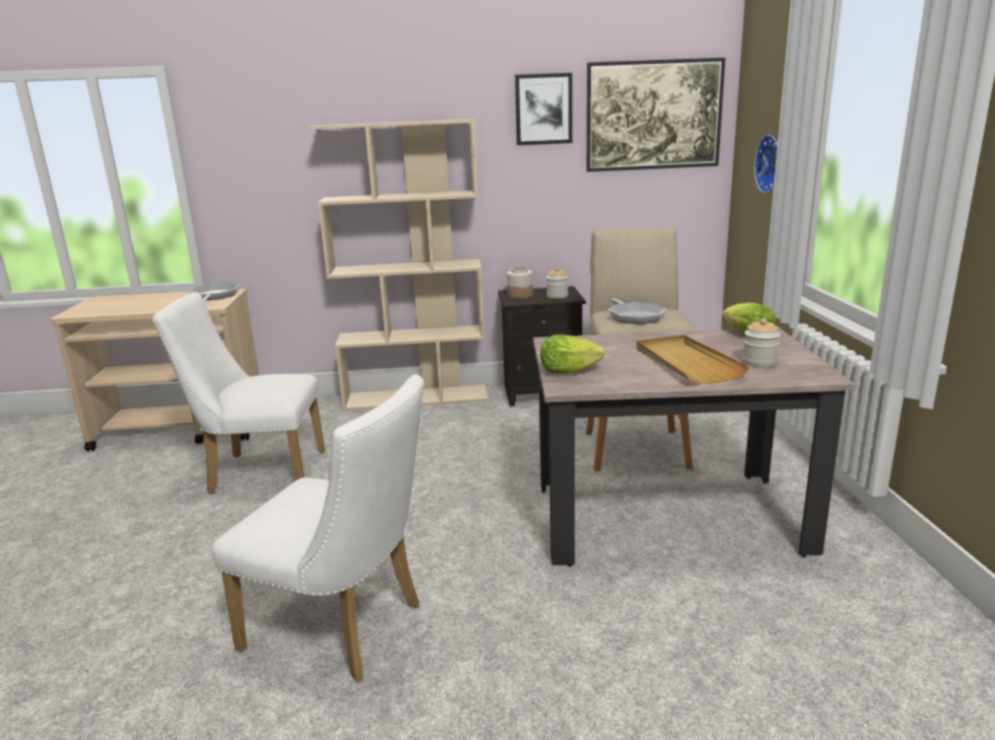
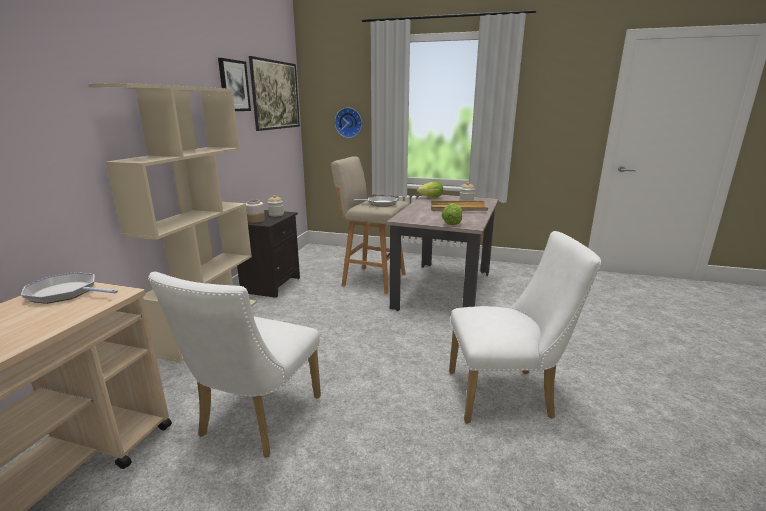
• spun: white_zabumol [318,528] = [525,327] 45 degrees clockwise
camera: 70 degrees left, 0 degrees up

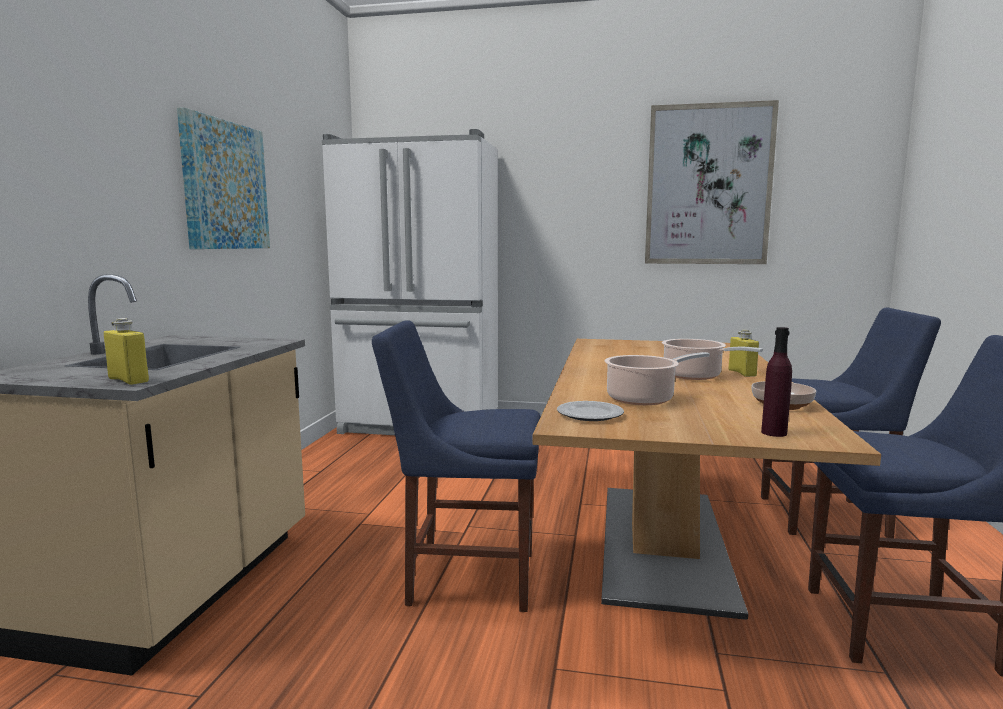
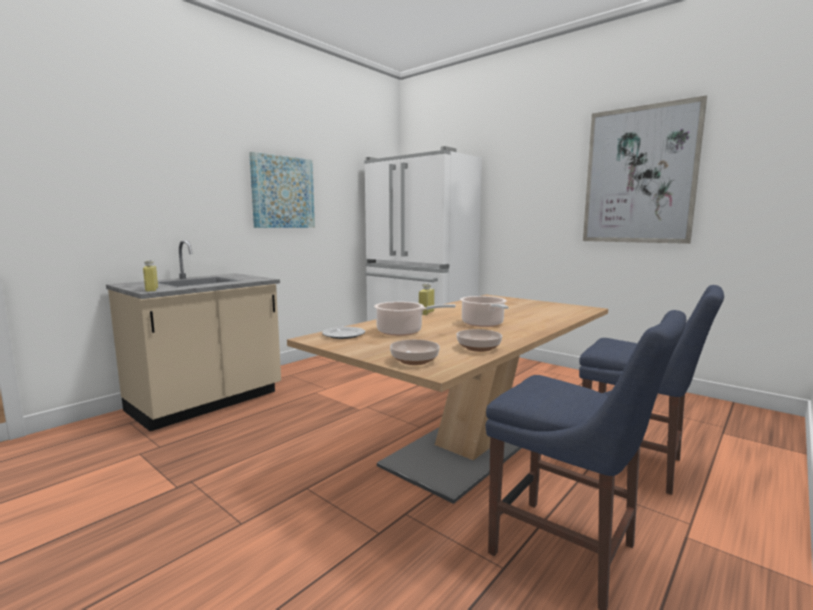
• exchanged: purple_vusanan [776,382] to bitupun [415,352]
• relocated: yellow_vusanan [744,353] to [426,299]
• missing: blue_zabumol [456,466]
camera: 30 degrees right, 0 degrees up

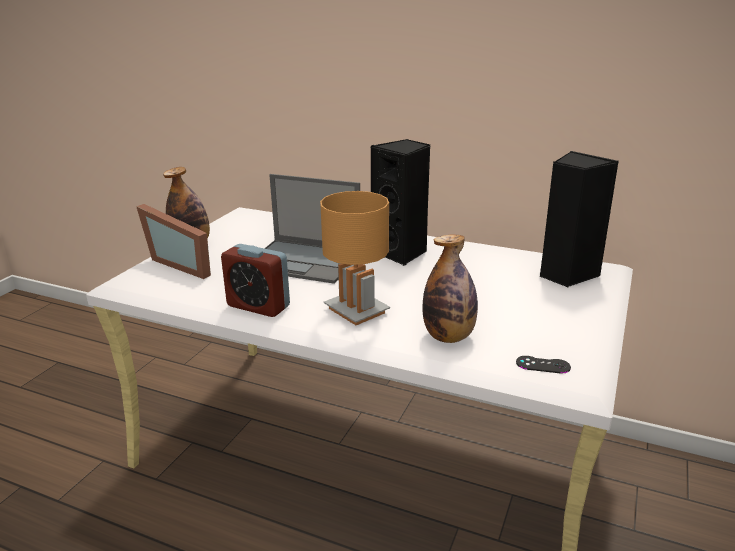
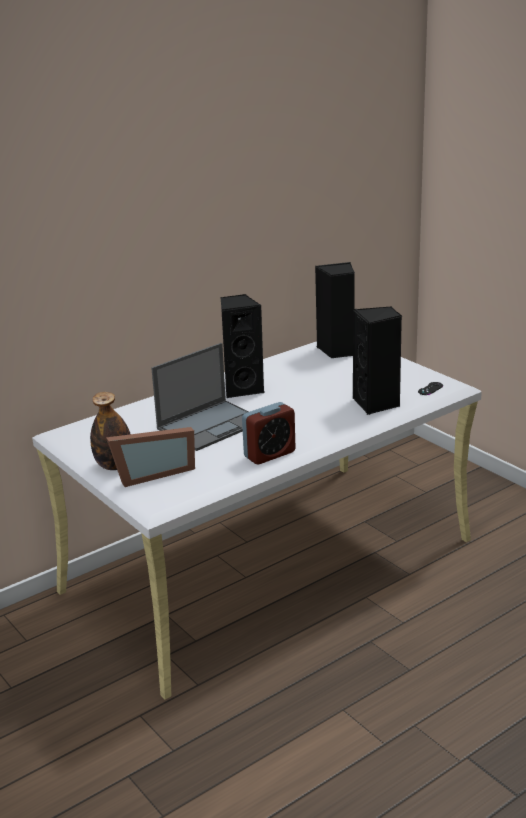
• exchanged: vusanan [450,289] to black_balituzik [377,360]
• missing: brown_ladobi [355,258]
camera: 60 degrees left, 0 degrees up

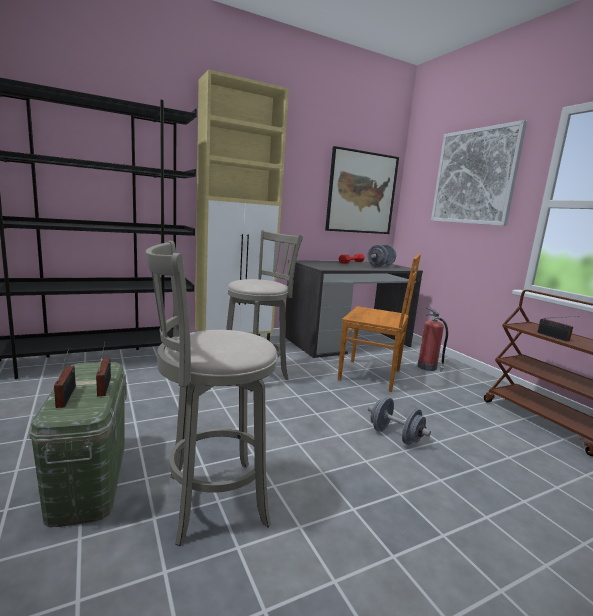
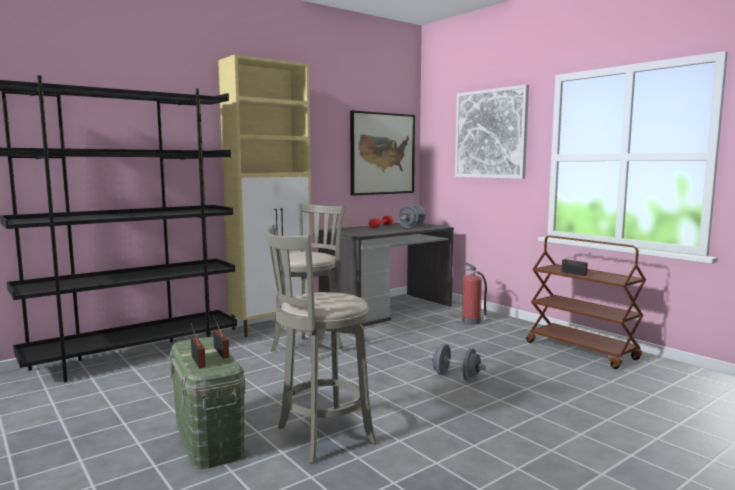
• missing: brown_zabumol [379,323]
camera: 10 degrees left, 5 degrees down

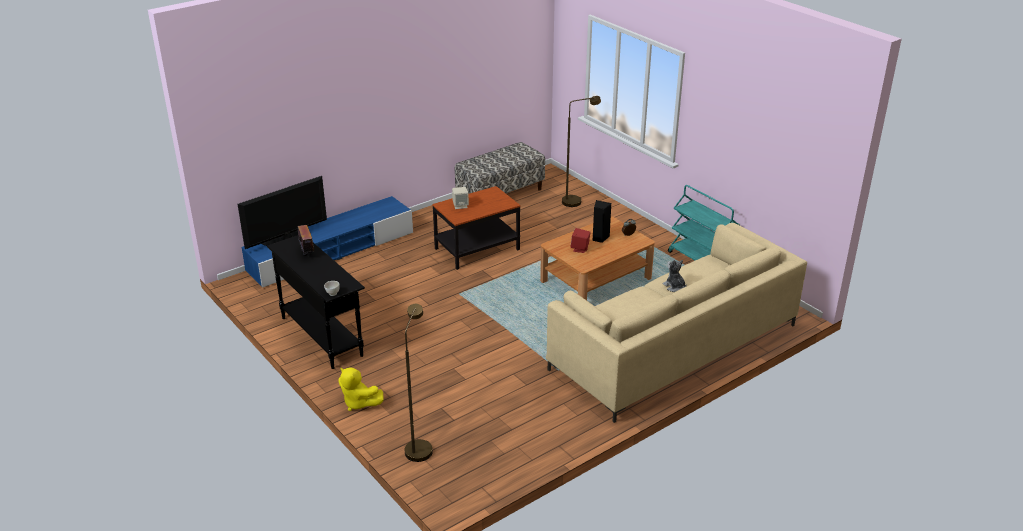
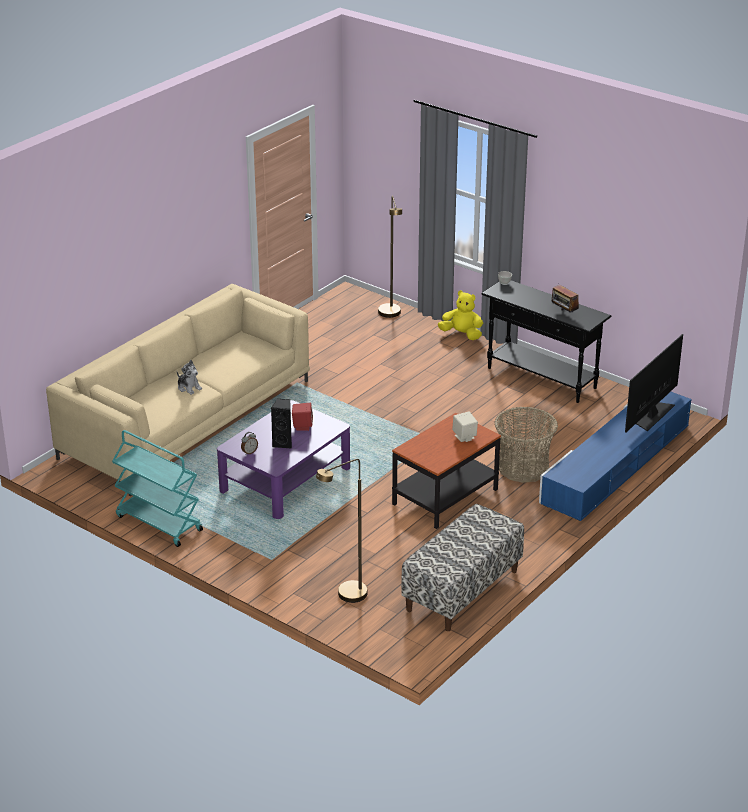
• colour: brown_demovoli [597,258] to purple_demovoli [283,459]
• appeared: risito [526,445]
camera: 165 degrees right, 0 degrees up

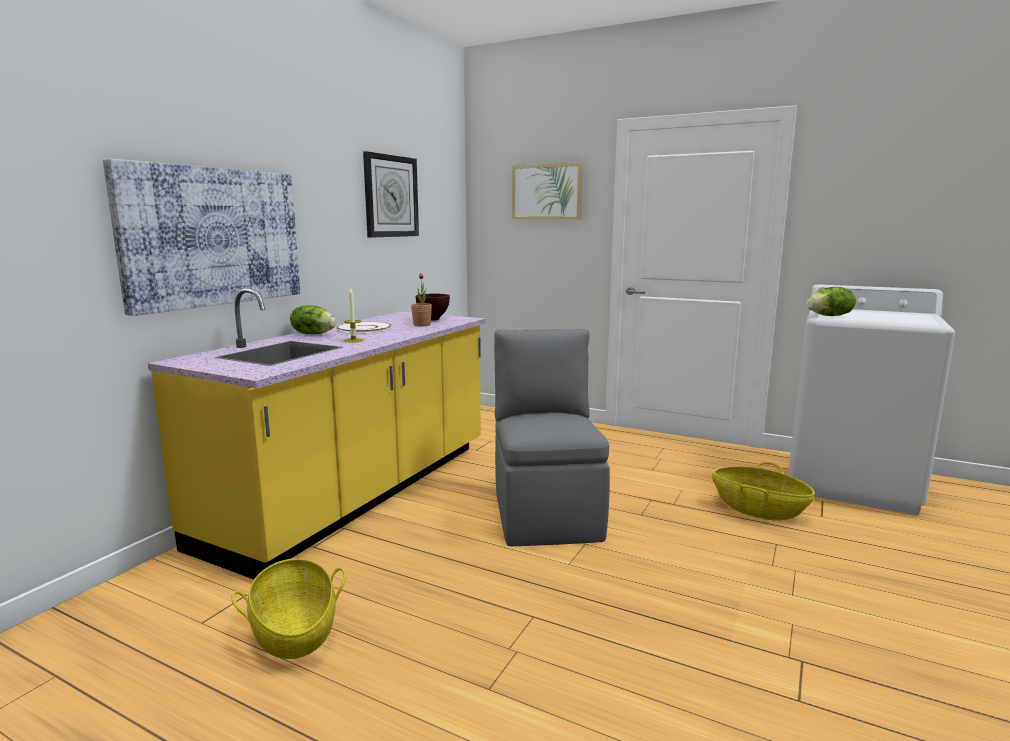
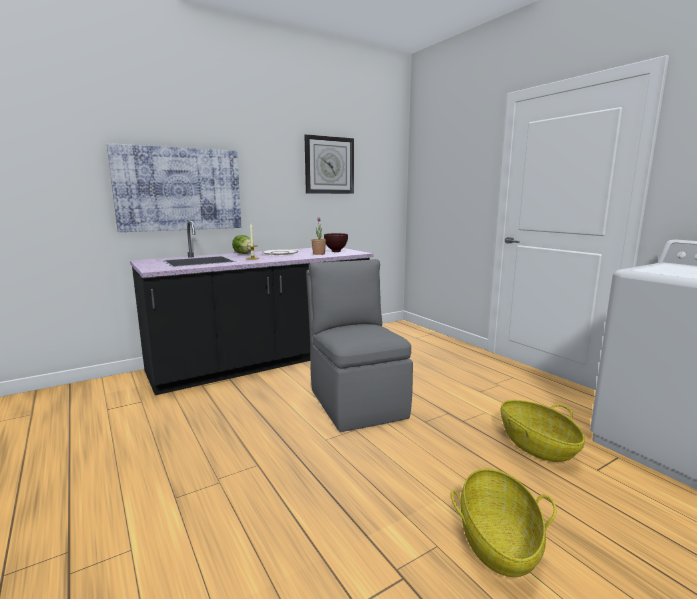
• colour: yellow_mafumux [317,433] to black_mafumux [251,308]
• spun: grey_zabumol [552,437] = [359,345] 45 degrees counterclockwise
• relocated: risito [288,608] to [503,522]
• missing: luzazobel [547,191]
• missing: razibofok [831,301]
camera: 30 degrees right, 0 degrees up

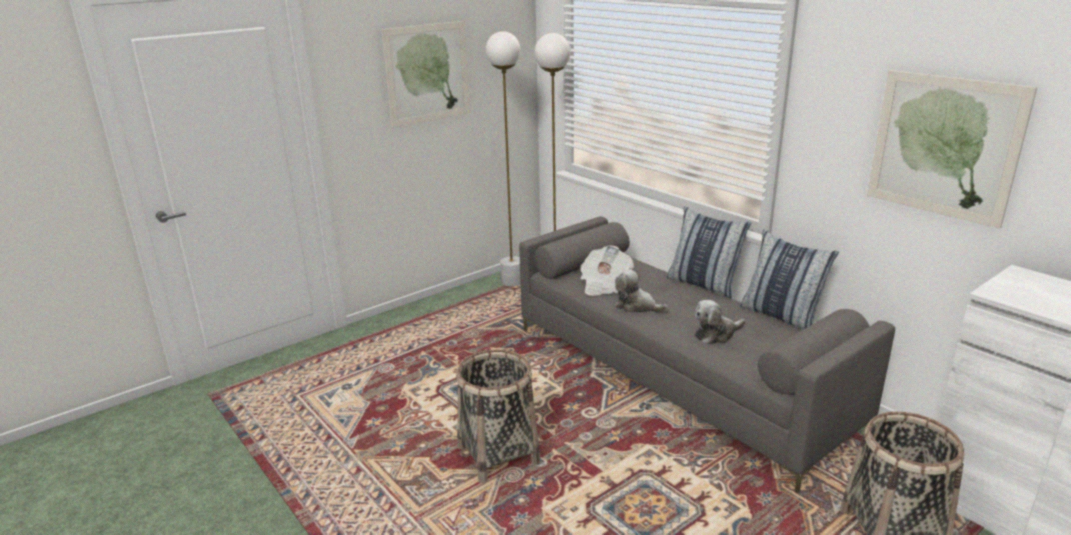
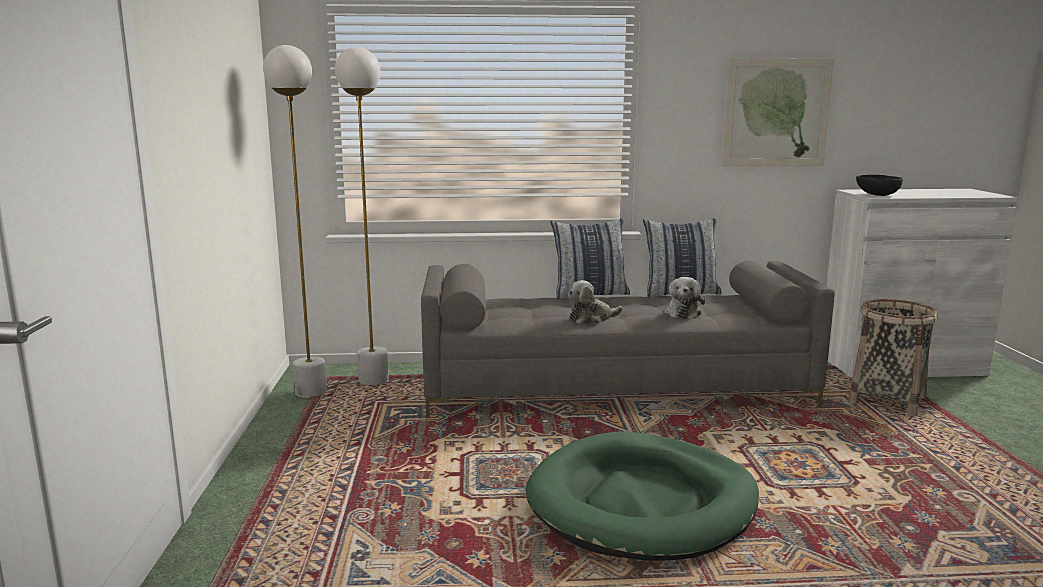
• exchanged: risito [498,416] to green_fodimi [642,496]
• appeared: black_bitupun [879,185]
• missing: luzazobel [426,74]
• missing: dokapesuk [607,270]
camera: 55 degrees left, 10 degrees down

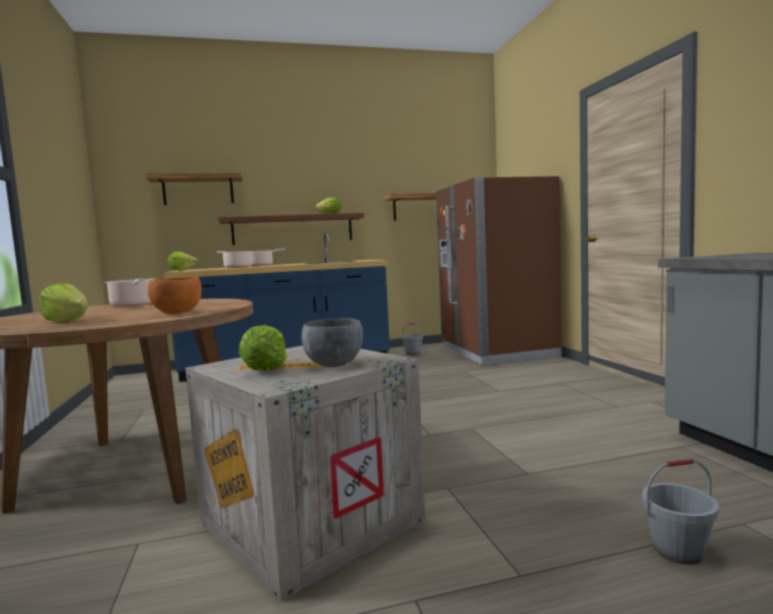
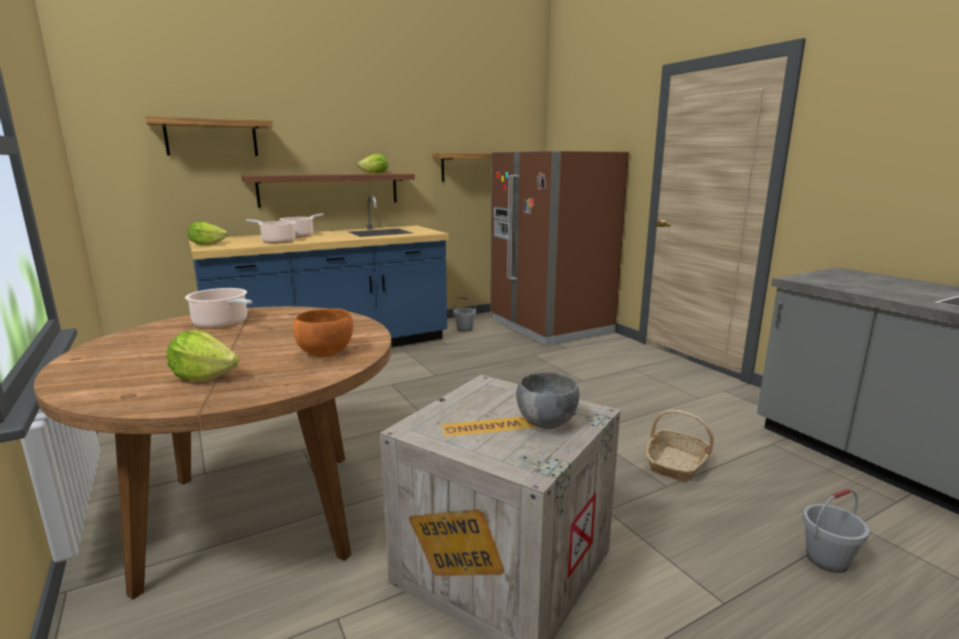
• appeared: risito [679,446]
• missing: razibofok [263,348]
camera: 15 degrees left, 10 degrees up

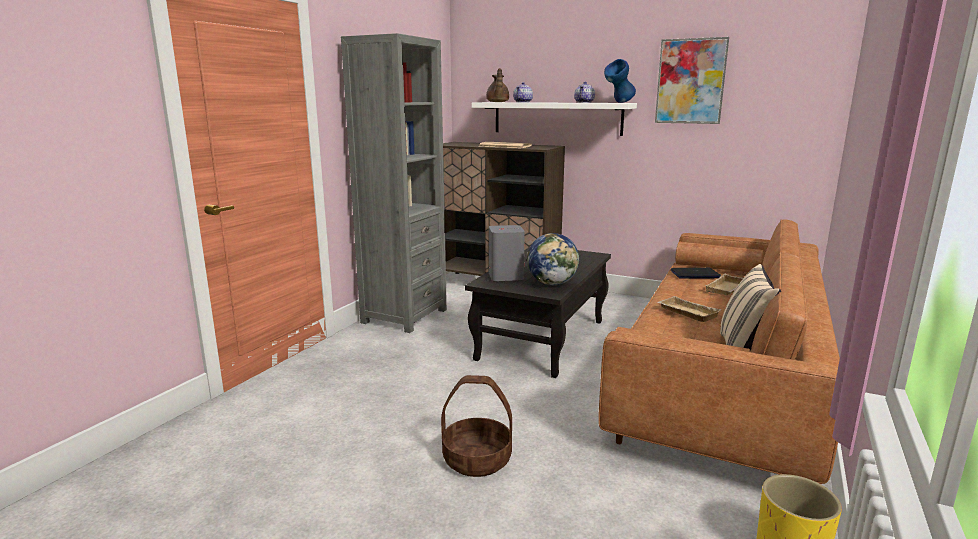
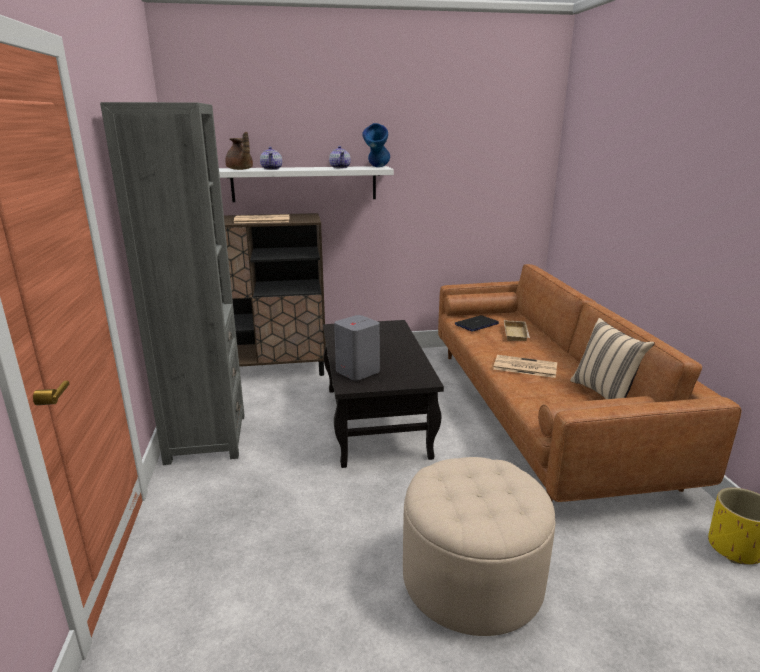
• exchanged: risito [476,426] to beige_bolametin [479,546]
• exchanged: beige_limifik [689,309] to dokapesuk [525,366]
• missing: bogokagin [553,259]
• missing: luzazobel [692,80]
camera: 35 degrees left, 5 degrees up

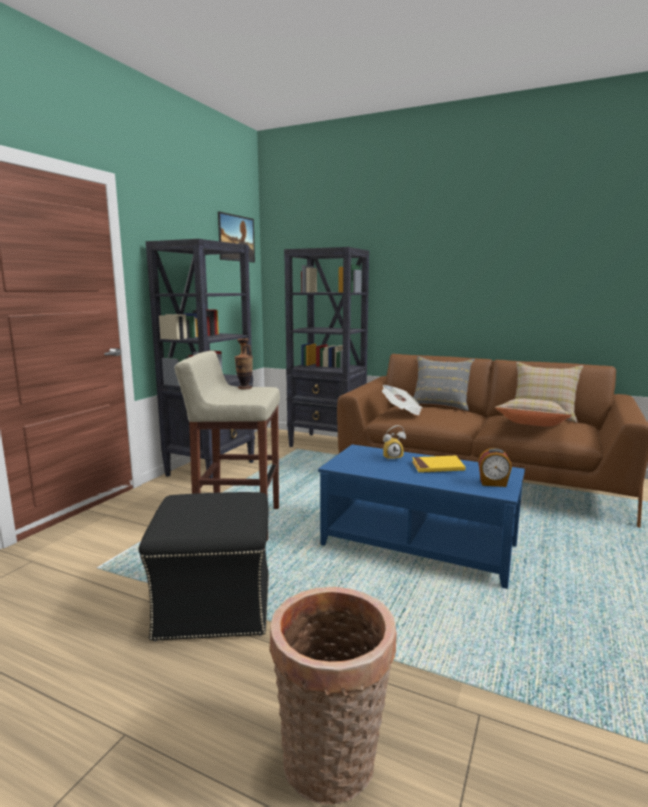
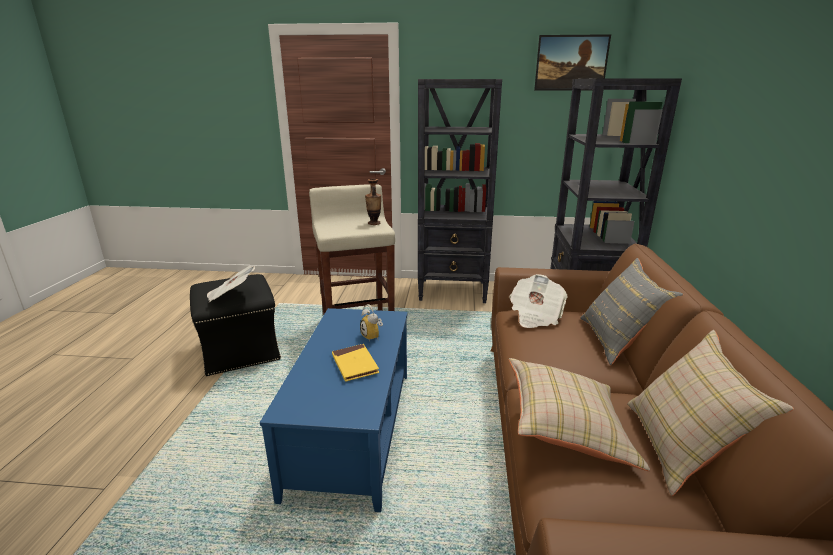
• appeared: dokapesuk [231,283]
• missing: risito [333,696]
• missing: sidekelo [495,467]
camera: 70 degrees right, 10 degrees up

